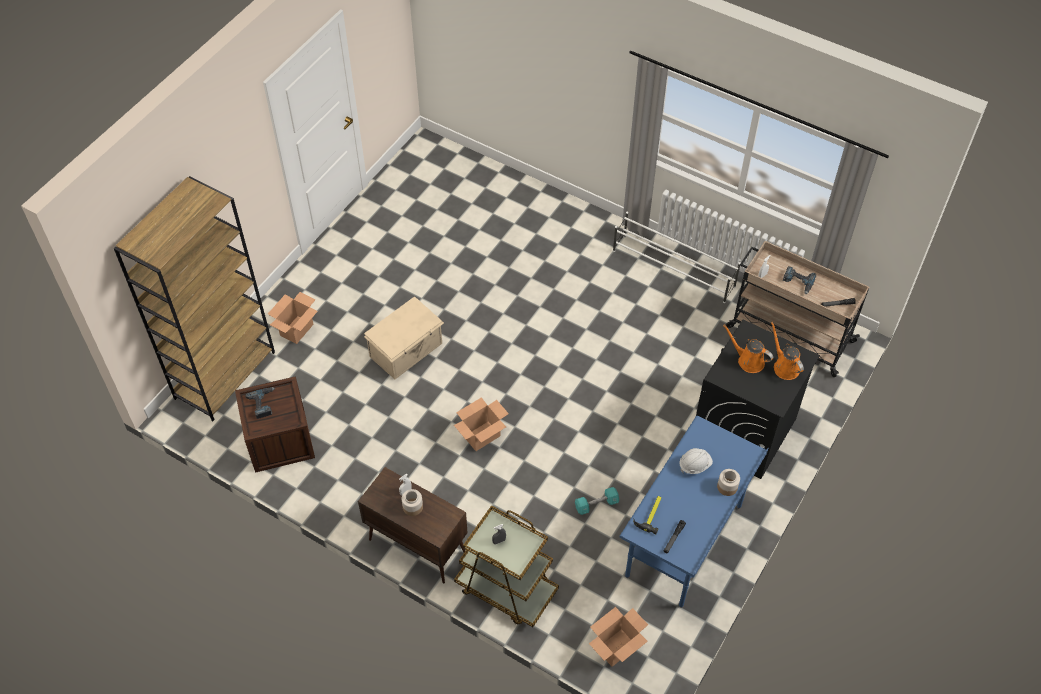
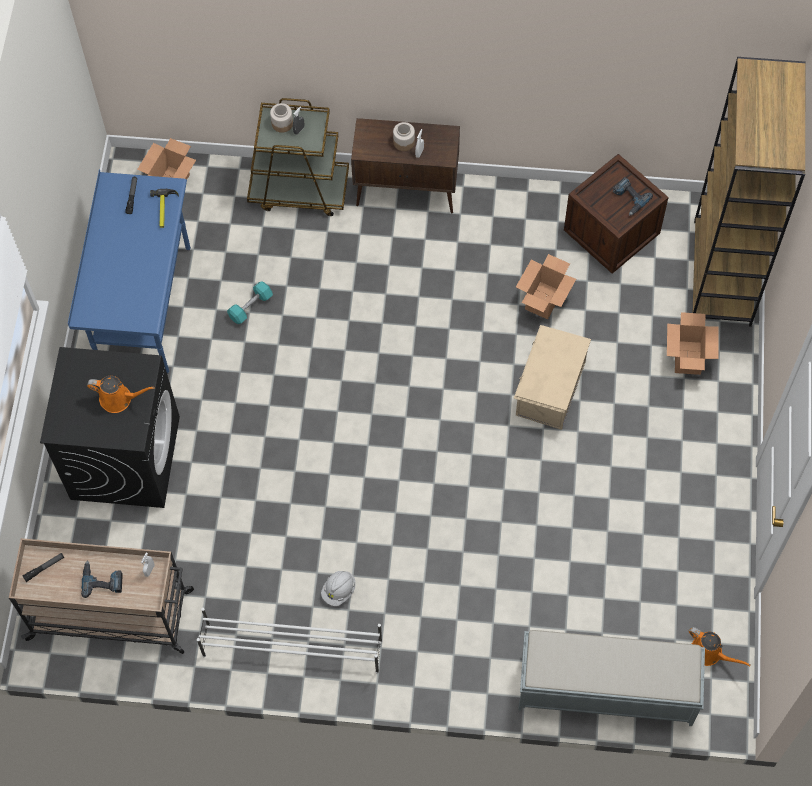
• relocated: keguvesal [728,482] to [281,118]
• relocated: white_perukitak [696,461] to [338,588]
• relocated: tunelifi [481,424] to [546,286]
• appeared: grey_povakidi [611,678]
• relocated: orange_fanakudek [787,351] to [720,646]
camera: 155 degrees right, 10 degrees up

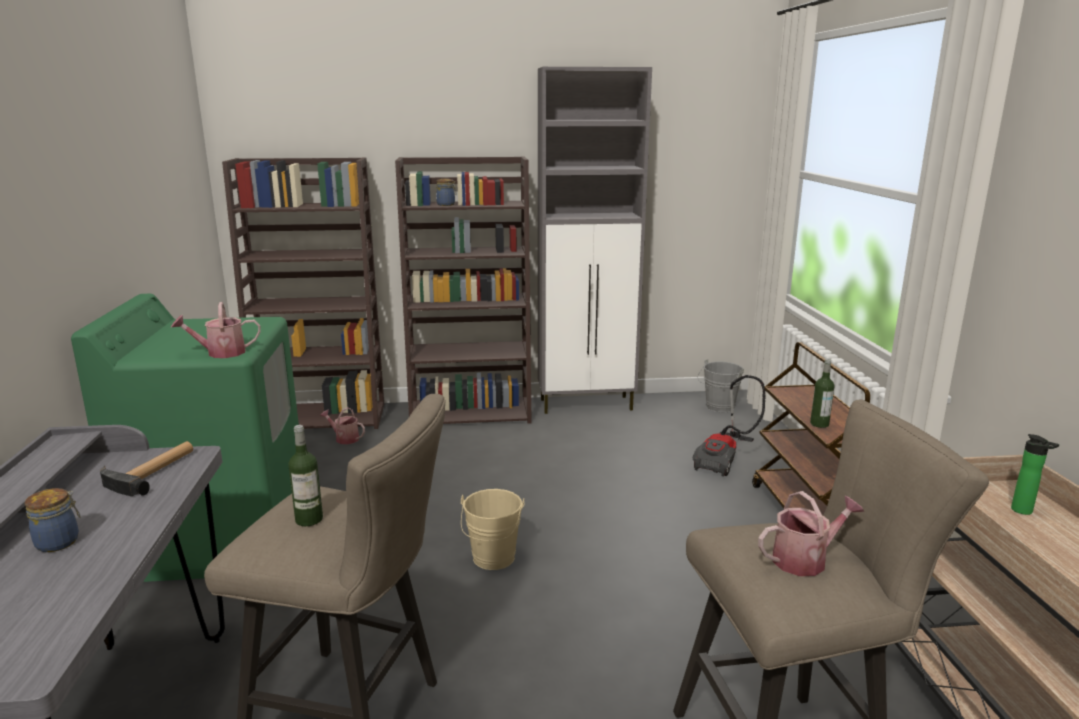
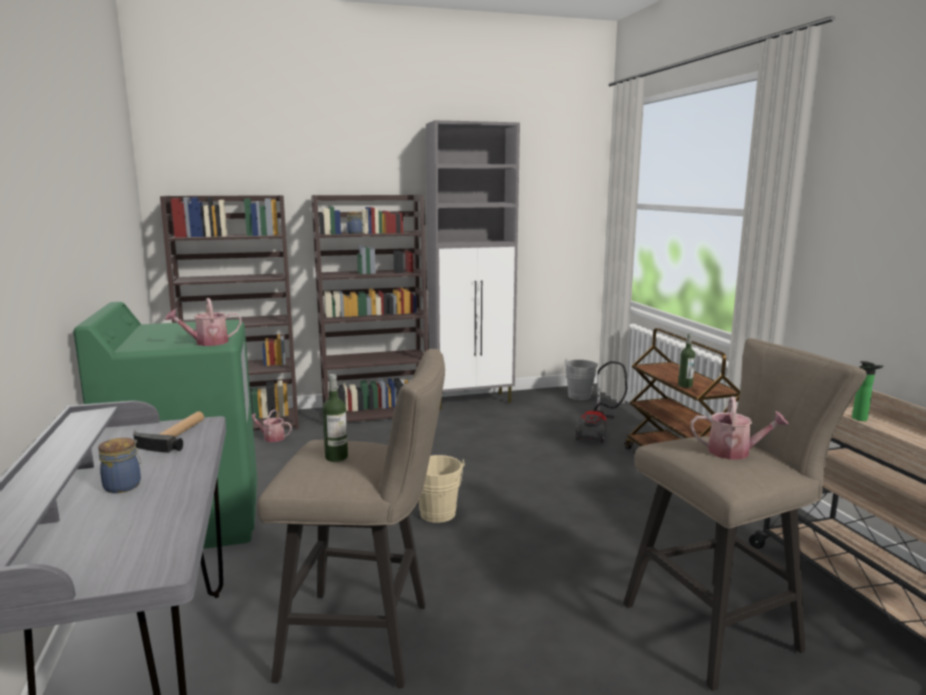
• spun: fanakudek [811,533] = [740,428] 45 degrees clockwise
camera: 10 degrees left, 5 degrees down

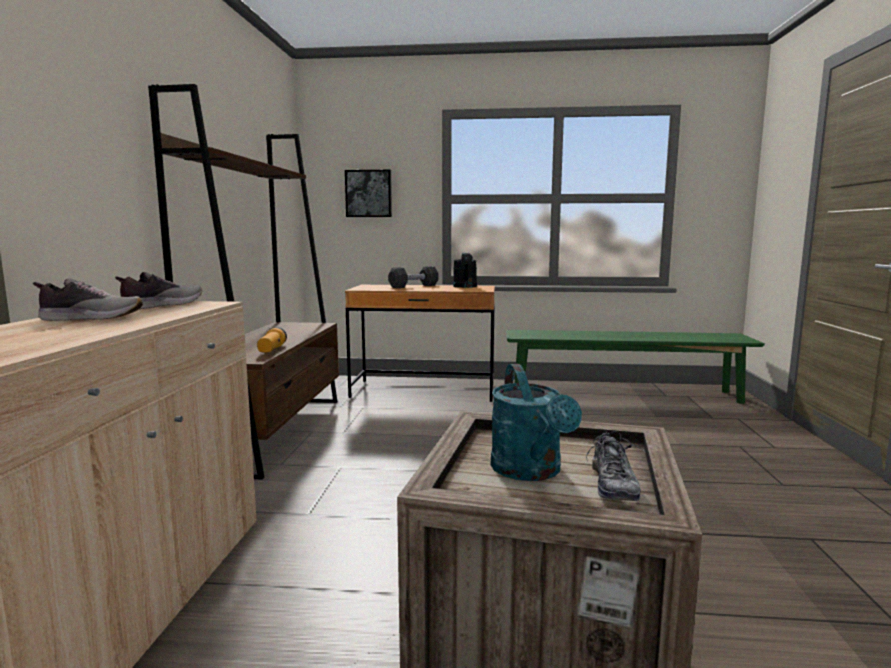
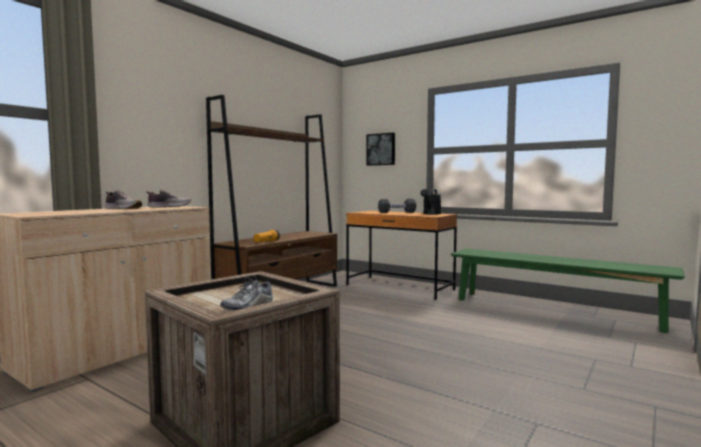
• missing: turquoise_fanakudek [536,422]
camera: 30 degrees right, 5 degrees down

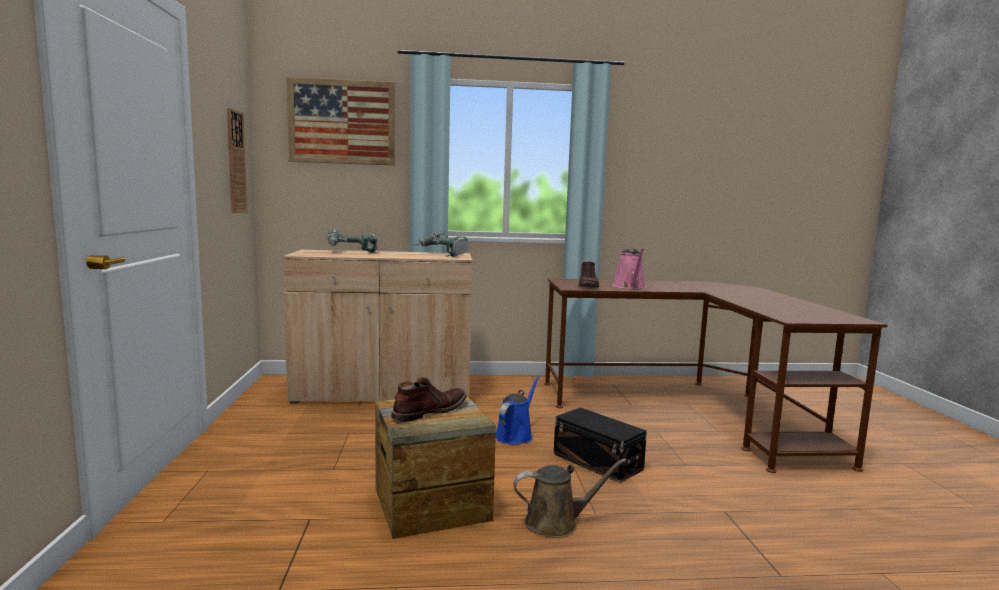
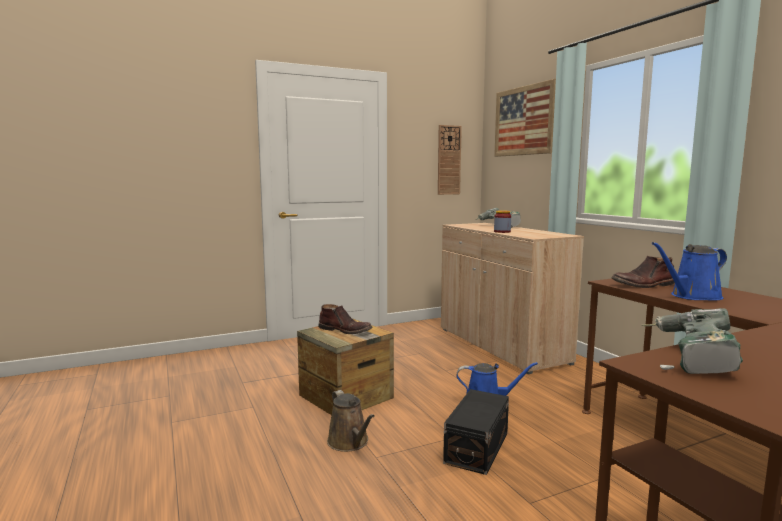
• appeared: keguvesal [502,222]
• relocated: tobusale [442,244] to [692,341]
• colour: pink_fanakudek [629,268] to blue_fanakudek [689,271]
camera: 70 degrees right, 0 degrees up

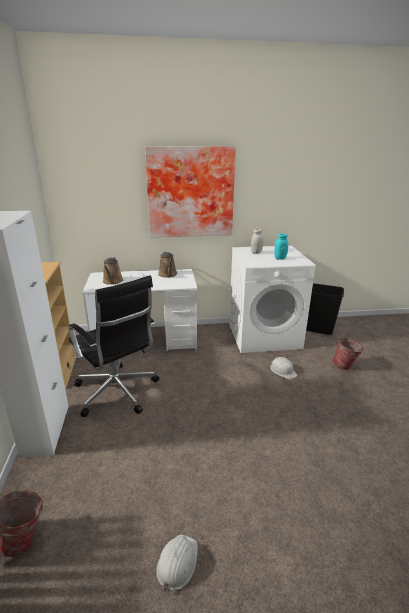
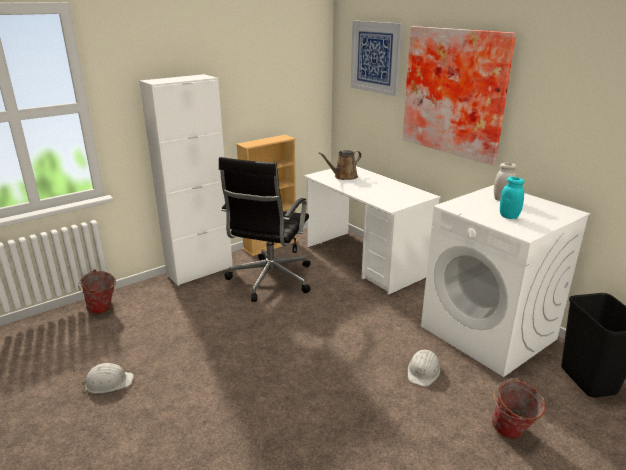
• appeared: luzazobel [377,58]
• missing: brown_fanakudek [167,264]
camera: 60 degrees right, 0 degrees up

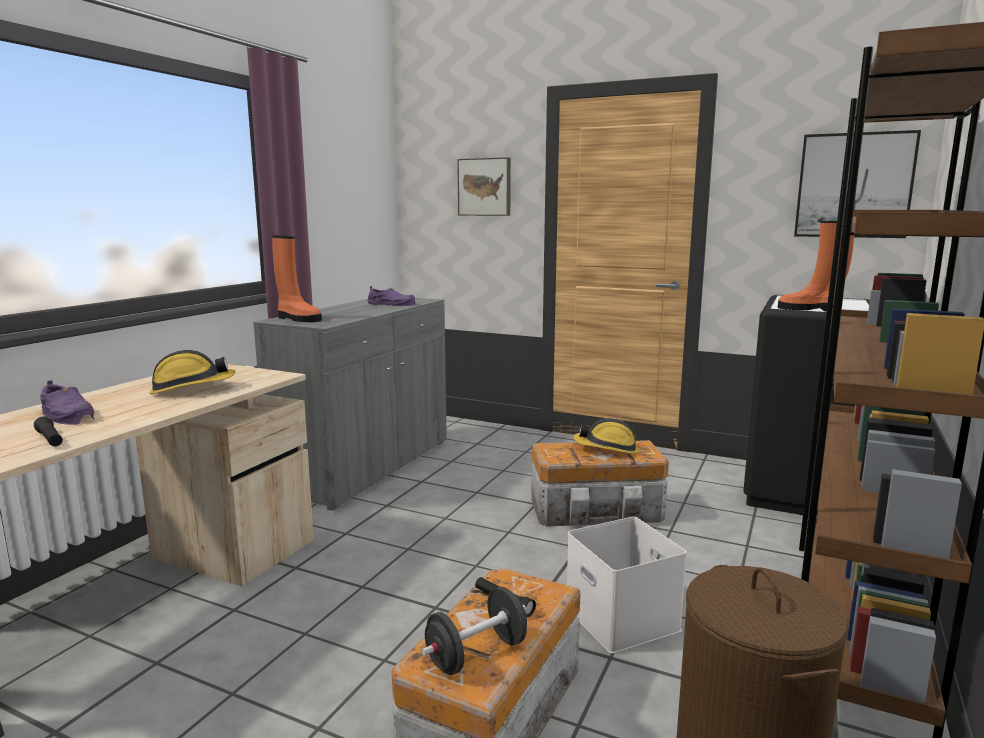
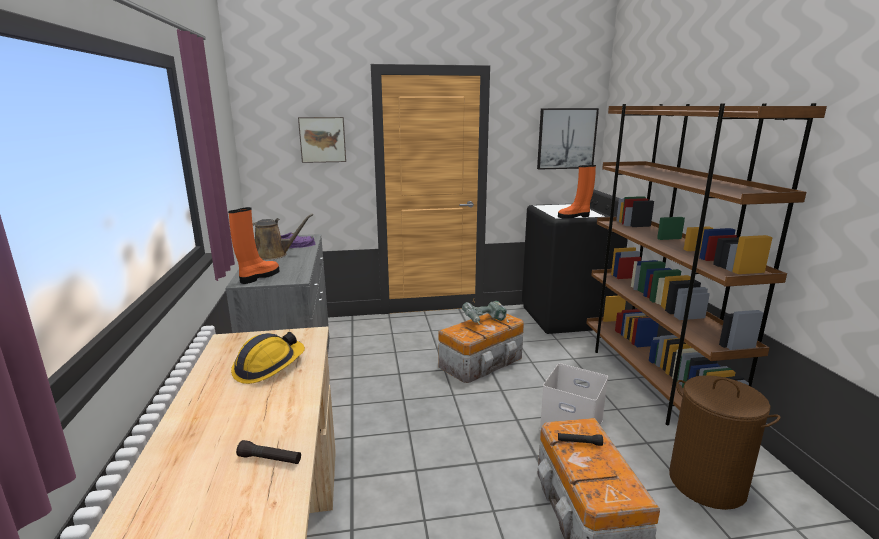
• spun: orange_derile [297,279] = [254,245] 60 degrees counterclockwise
• appeared: brown_fanakudek [282,237]
• exchanged: perukitak [606,436] to tobusale [485,313]
• missing: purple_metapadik [67,402]
• missing: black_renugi [474,631]
camera: 35 degrees left, 5 degrees up

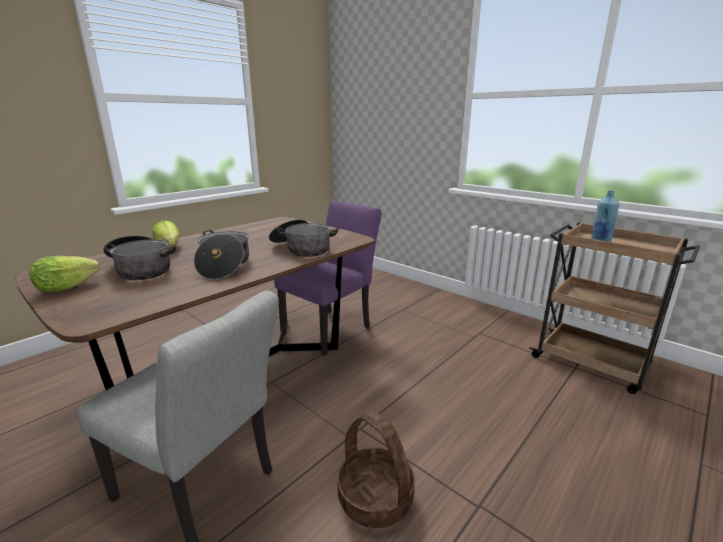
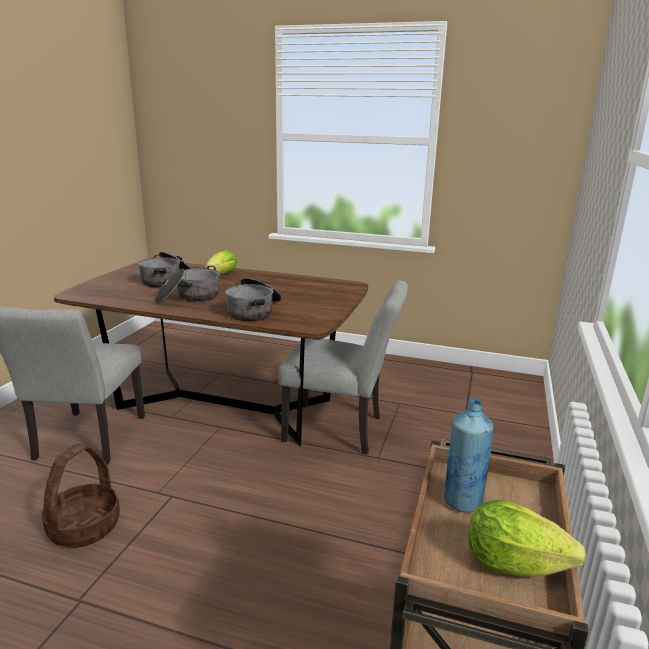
• colour: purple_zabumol [328,278] to grey_zabumol [343,367]
• relocated: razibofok [64,274] to [527,538]
camera: 65 degrees right, 0 degrees up

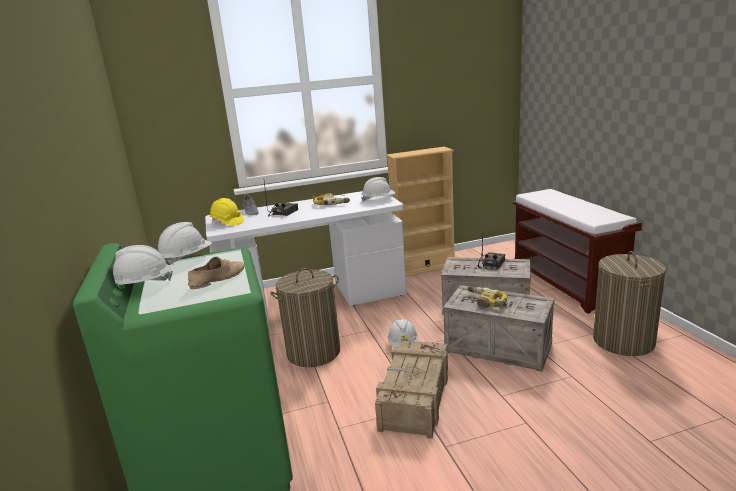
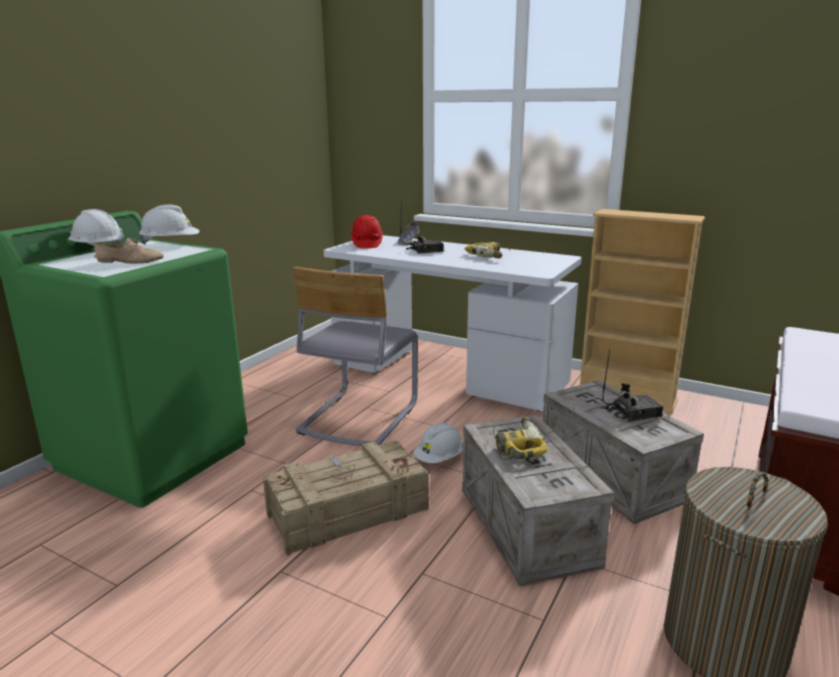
• exchanged: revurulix [305,317] to grey_zabumol [355,356]
• colour: yellow_perukitak [227,212] to red_perukitak [367,231]
• missing: white_perukitak [378,189]
camera: 45 degrees right, 0 degrees up

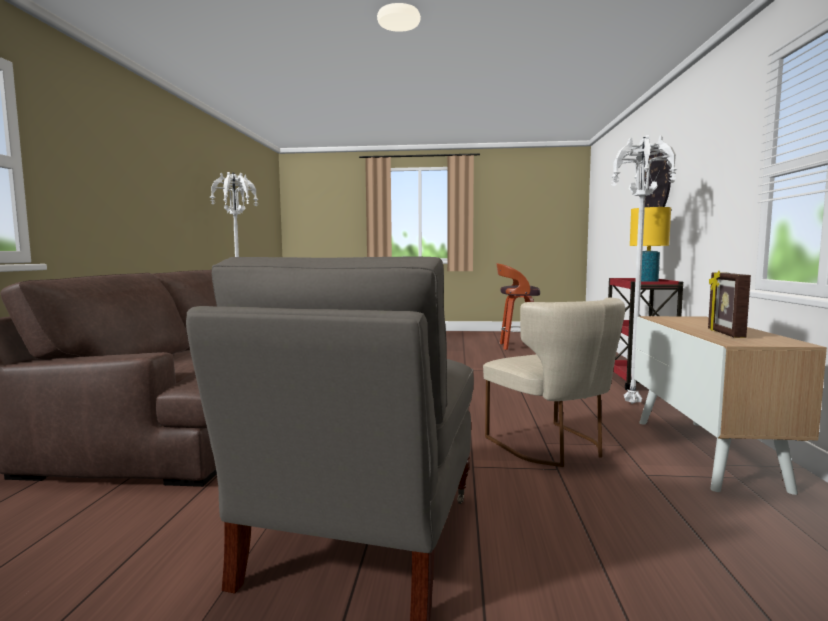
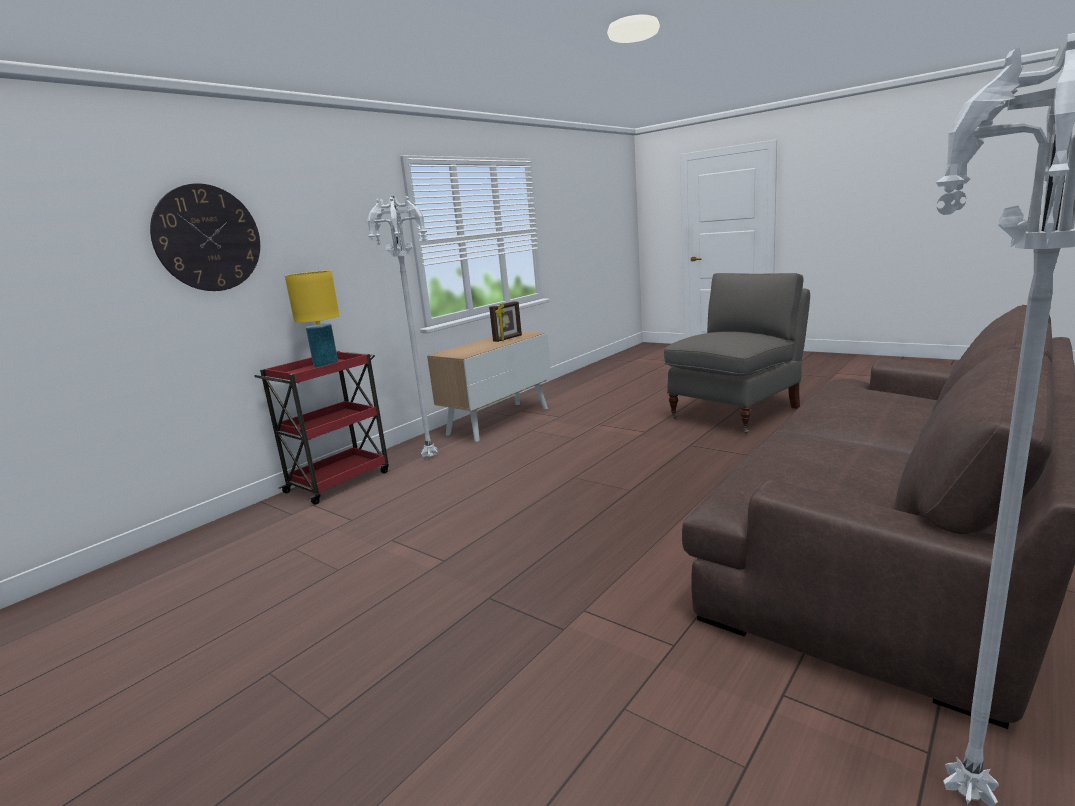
• missing: beige_zabumol [554,382]
• missing: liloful [518,306]
camera: 145 degrees left, 10 degrees up

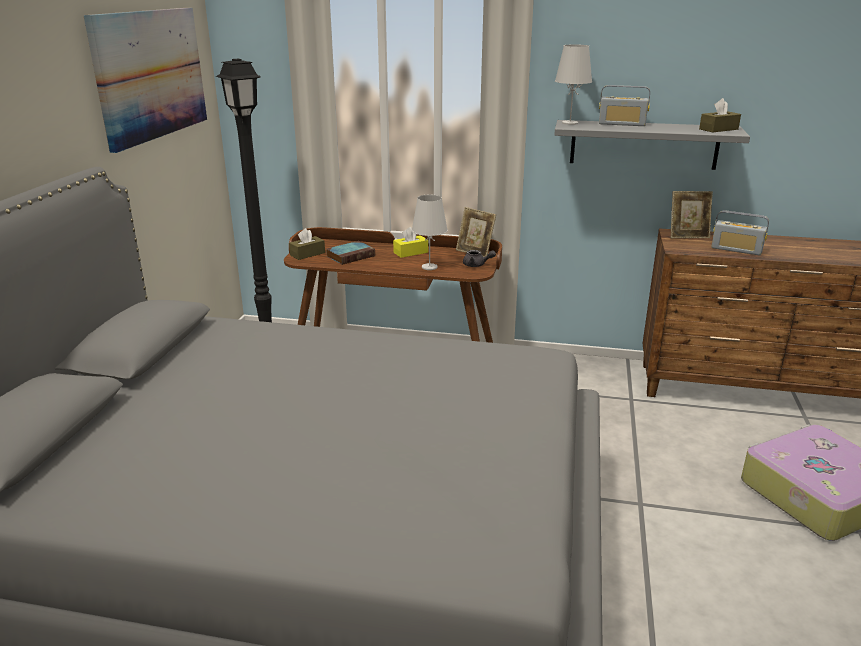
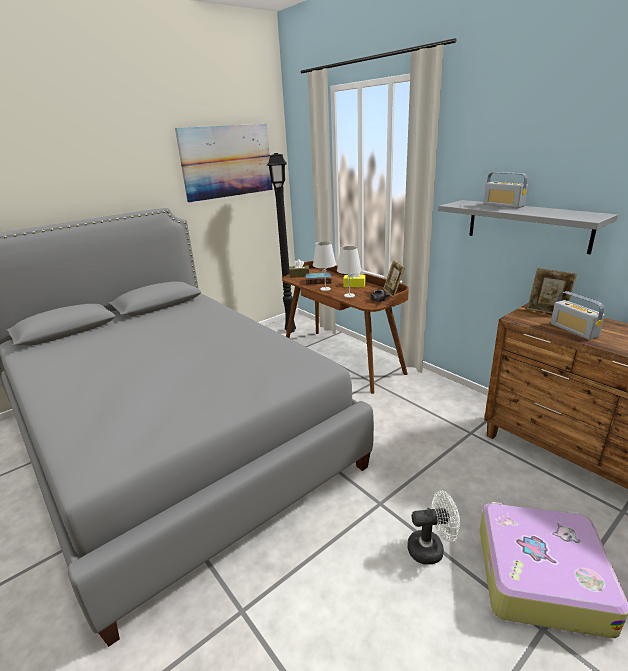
• relocated: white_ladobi [573,84] to [324,266]
• appeared: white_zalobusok [434,528]
• missing: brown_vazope [720,115]
camera: 40 degrees right, 0 degrees up

